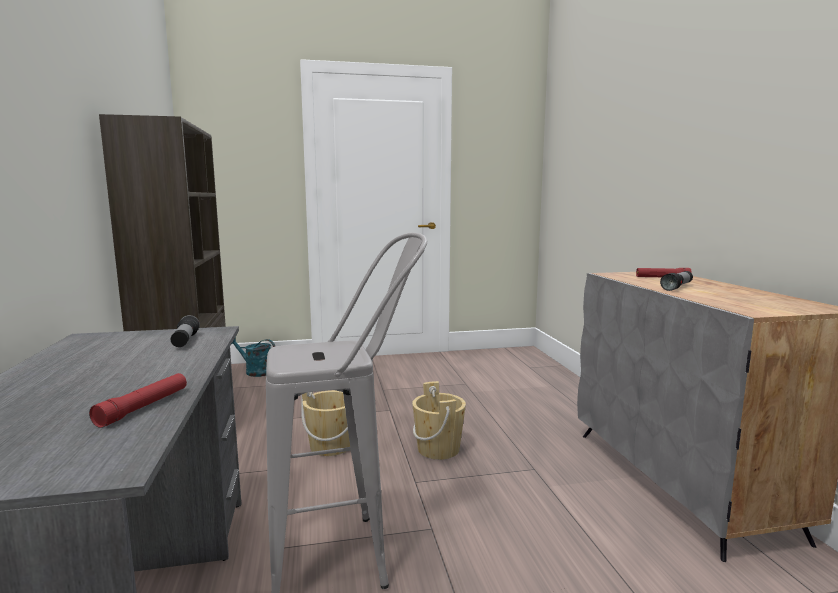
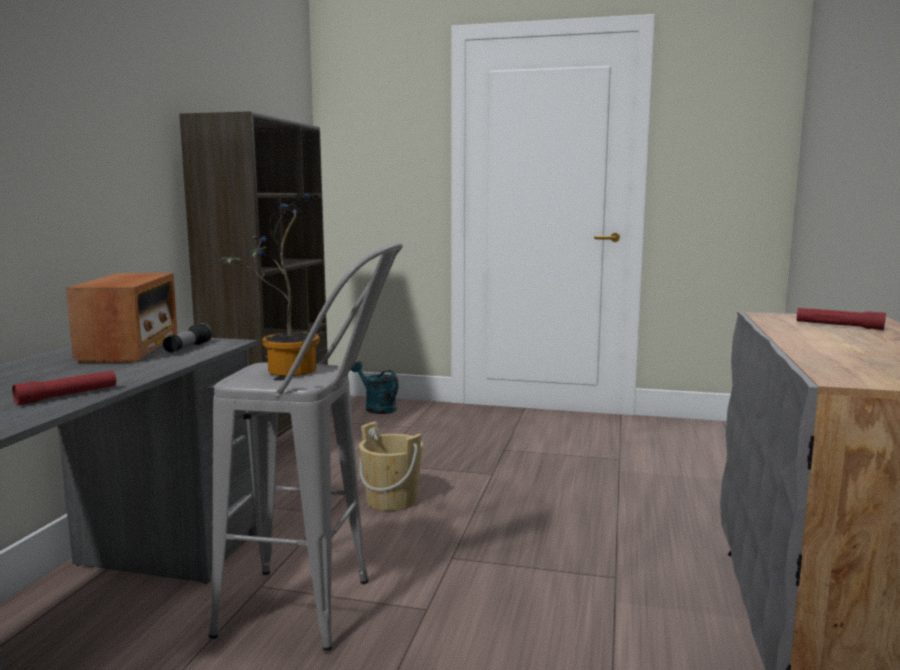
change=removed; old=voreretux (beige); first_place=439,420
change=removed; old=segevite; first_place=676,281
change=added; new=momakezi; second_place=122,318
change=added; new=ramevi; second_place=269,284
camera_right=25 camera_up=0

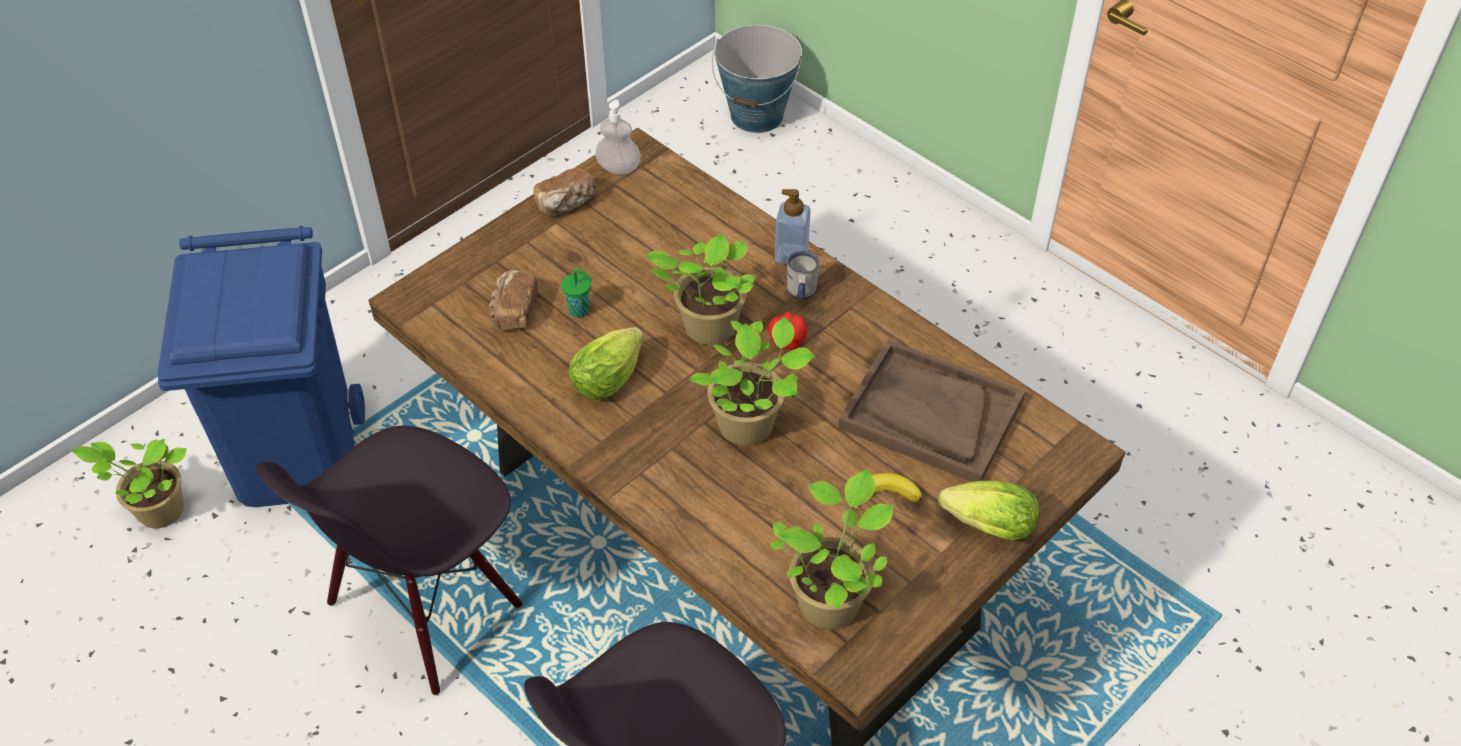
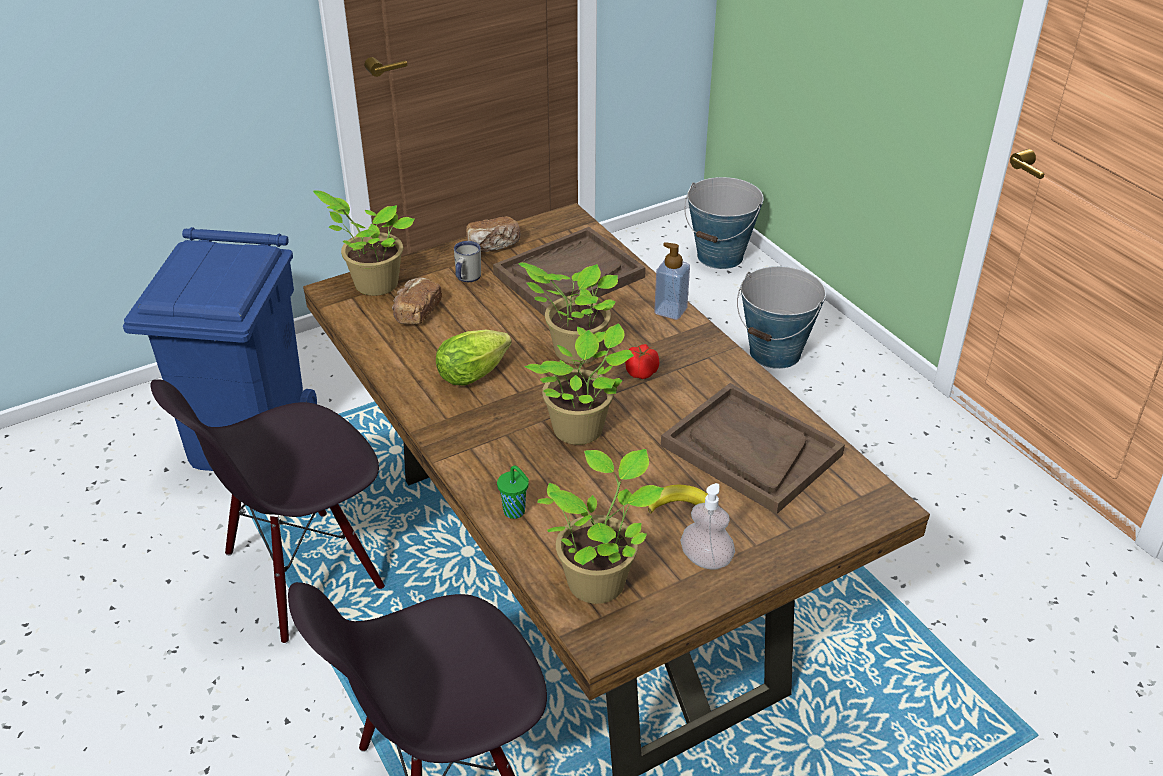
change=moved; old=ramevi; first_place=129,484; second_place=364,243
change=moved; old=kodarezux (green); first_place=577,293; second_place=513,492
change=moved; old=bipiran; first_place=618,137; second_place=707,526
change=moved; old=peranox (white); first_place=803,275; second_place=467,261
change=removed; old=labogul; first_place=988,511
change=added; new=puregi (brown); second_place=569,271
change=added; new=voreretux; second_place=781,317
camera_right=15 camera_up=-10

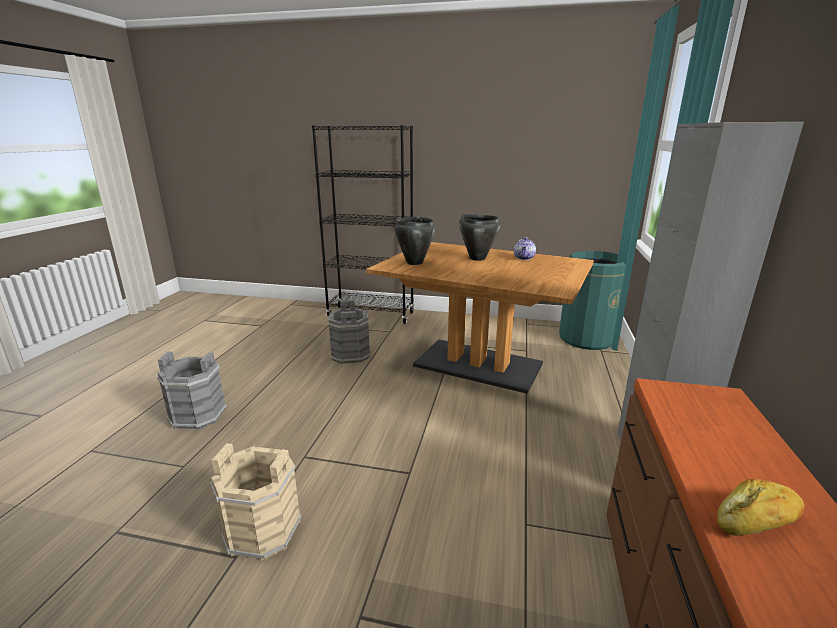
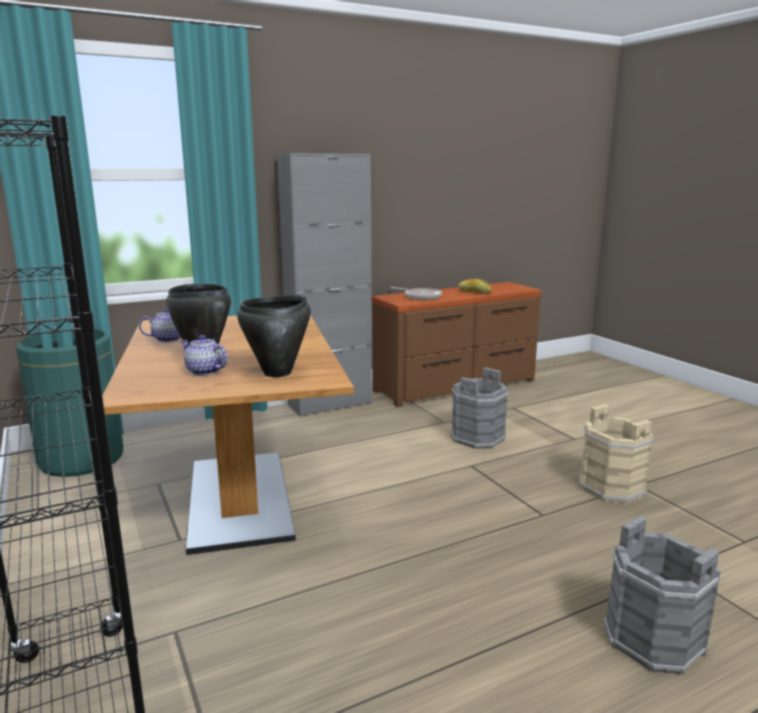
change=moved; old=voreretux (grey); first_place=349,332; second_place=479,408
change=added; new=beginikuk; second_place=204,355
change=added; new=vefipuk; second_place=416,293
camera_right=-130 camera_up=-5

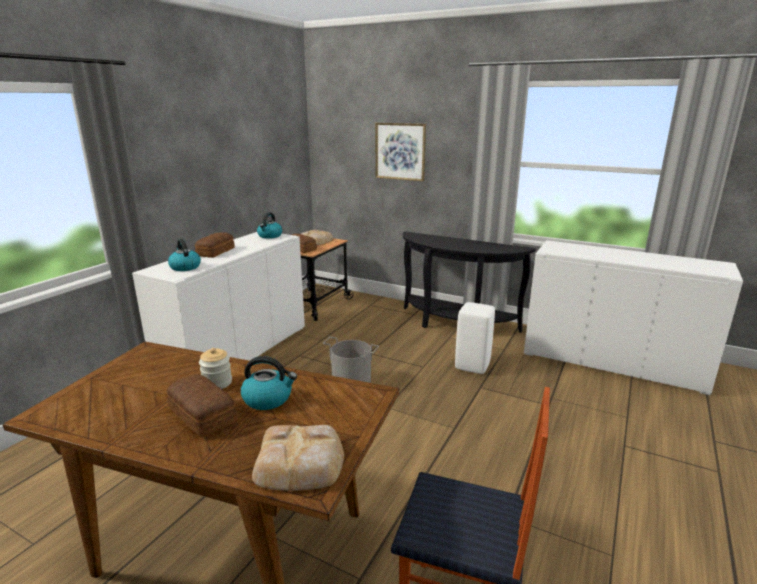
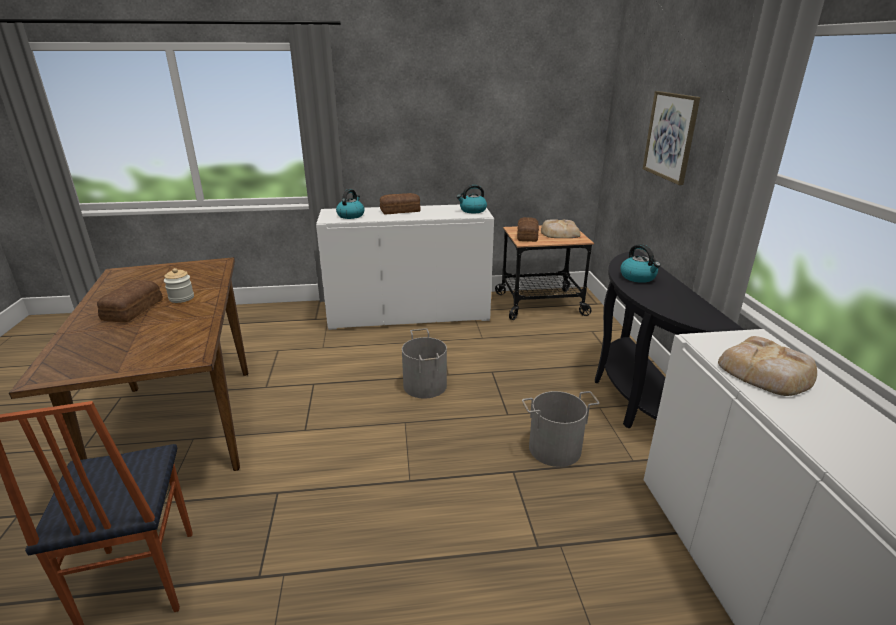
change=moved; old=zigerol; first_place=269,383; second_place=640,263
change=moved; old=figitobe; first_place=298,458; second_place=767,366
change=replaced; old=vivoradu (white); new=voreretux (grey); first_place=475,338; second_place=560,429
camera_right=55 camera_up=5

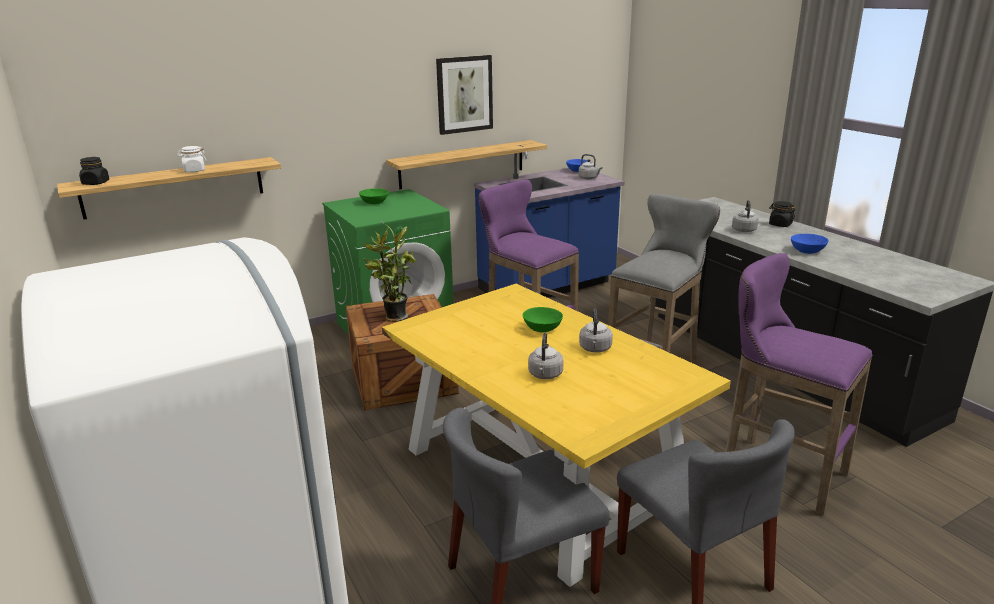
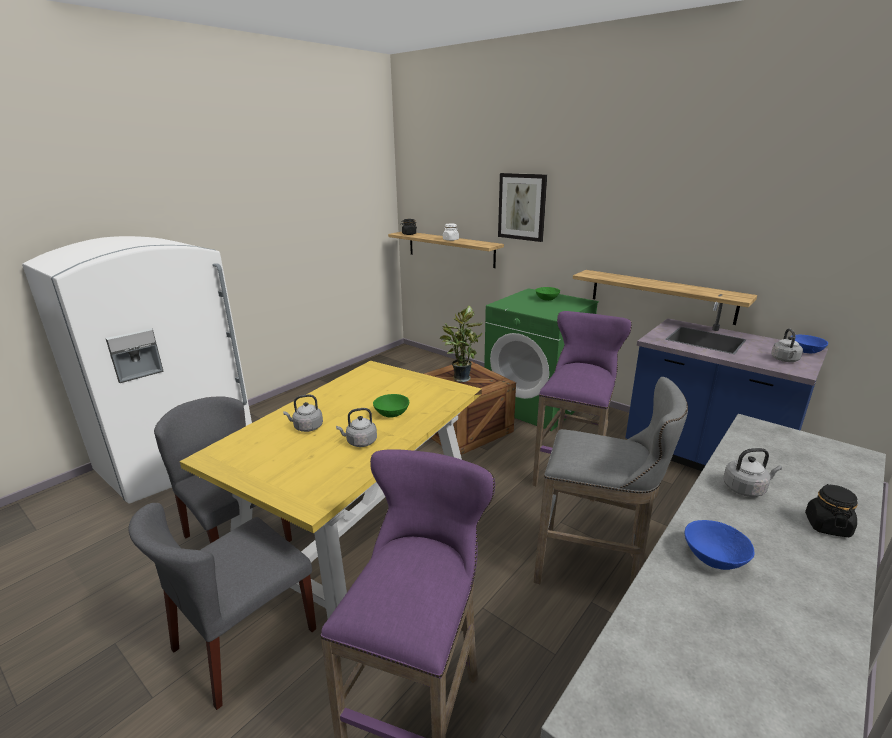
change=moved; old=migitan; first_place=464,95; second_place=522,207
camera_right=70 camera_up=0

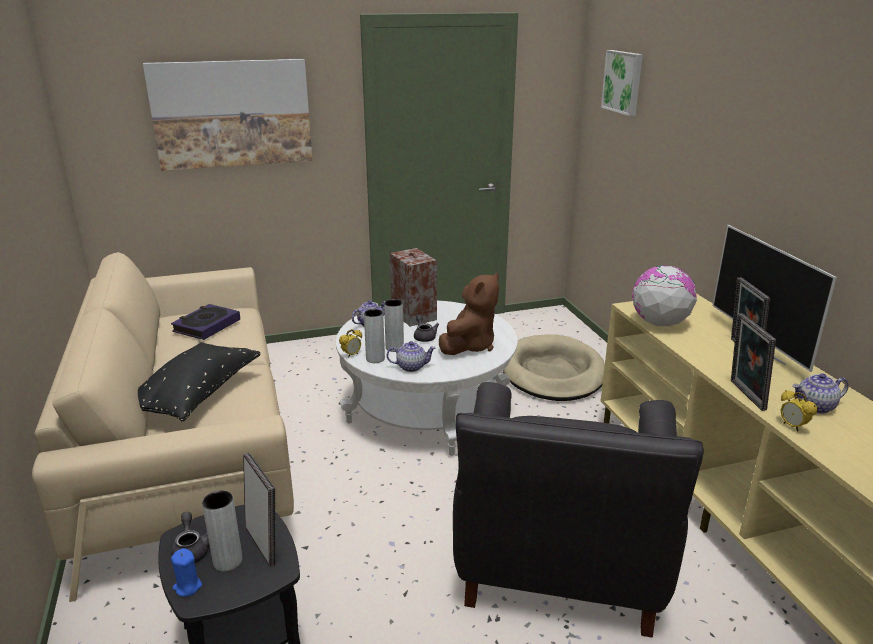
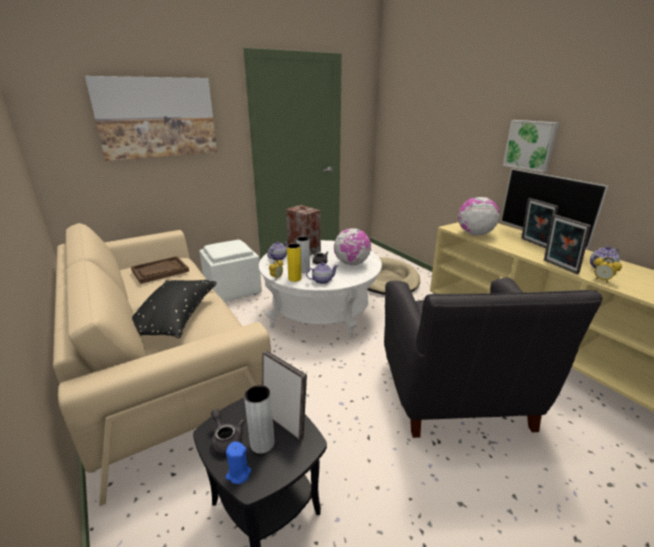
change=replaced; old=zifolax; new=puregi (brown); first_place=205,322; second_place=160,270
change=recoloured; old=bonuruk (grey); new=bonuruk (yellow); first_place=374,336; second_place=294,262
change=replaced; old=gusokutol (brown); new=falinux; first_place=469,314; second_place=352,246
change=moved; old=migitan; first_place=622,83; second_place=531,146
change=added; new=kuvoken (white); second_place=230,271
camera_right=-15 camera_up=0

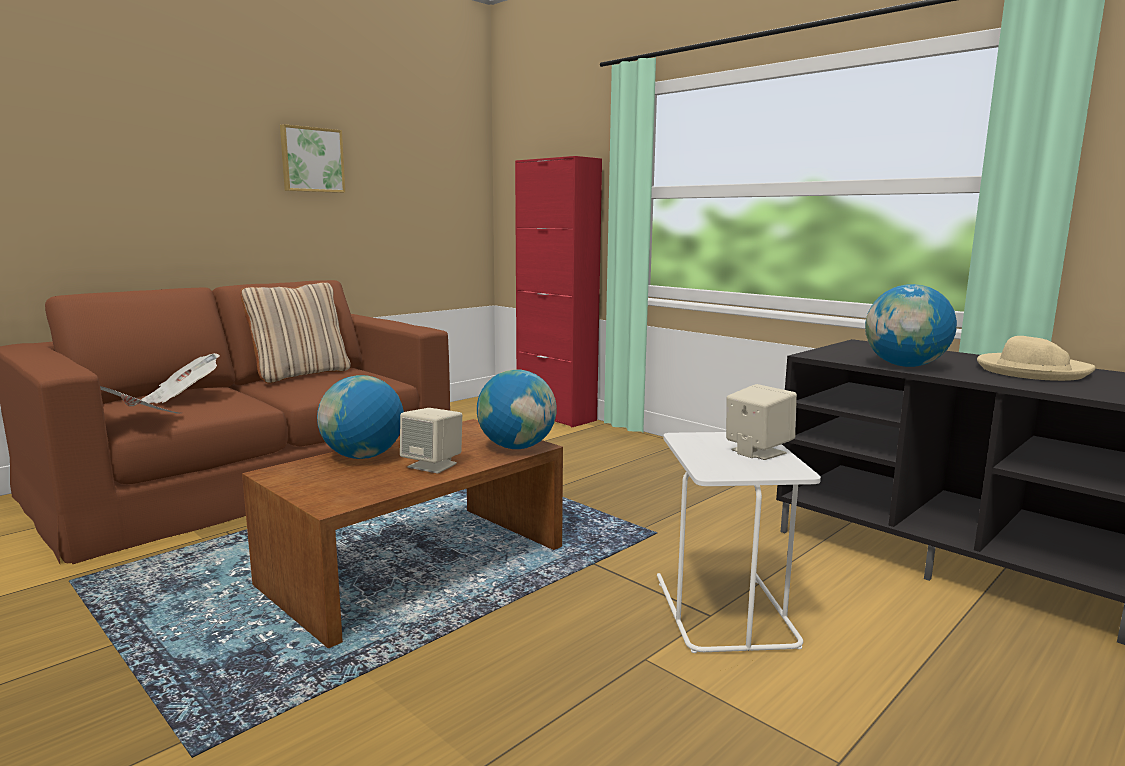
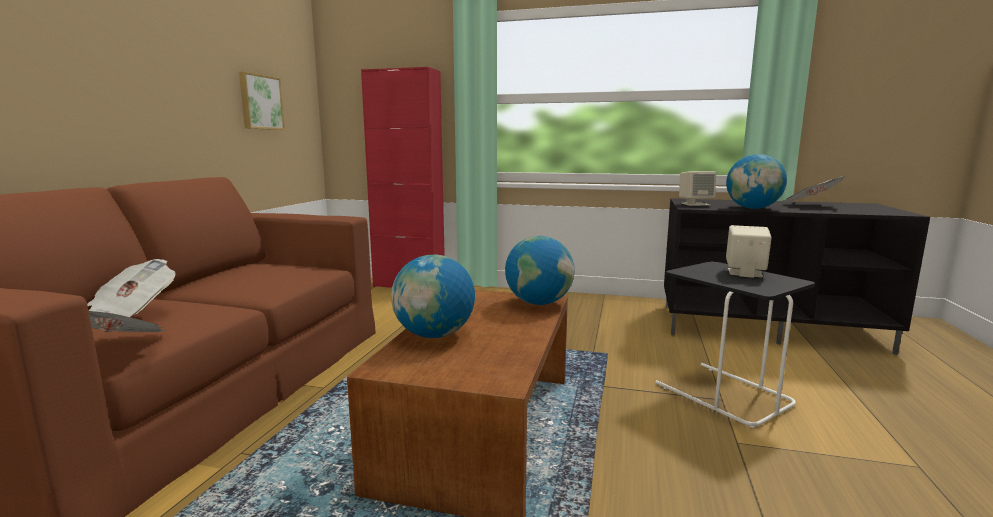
change=removed; old=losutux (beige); first_place=295,332
change=moved; old=migitan; first_place=312,158; second_place=262,101
change=moved; old=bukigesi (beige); first_place=431,441; second_place=697,188
change=recoloured; old=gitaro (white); new=gitaro (black); first_place=739,542; second_place=735,345
change=replaced; old=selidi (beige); new=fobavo; first_place=1036,358; second_place=813,189
camera_right=-30 camera_up=0

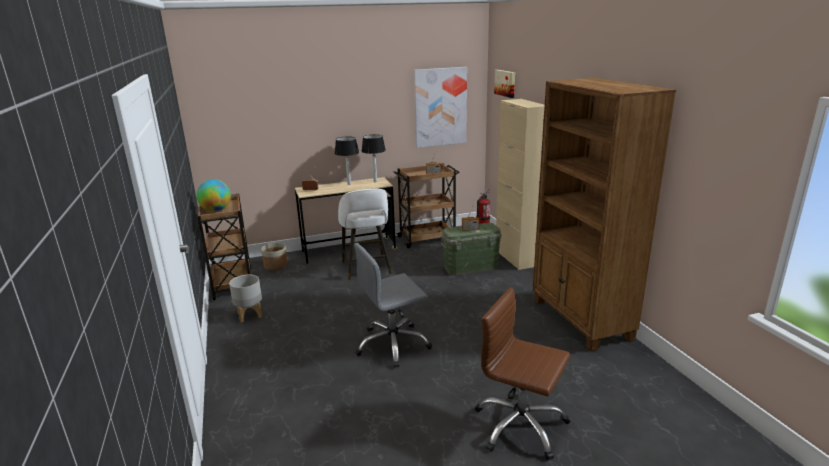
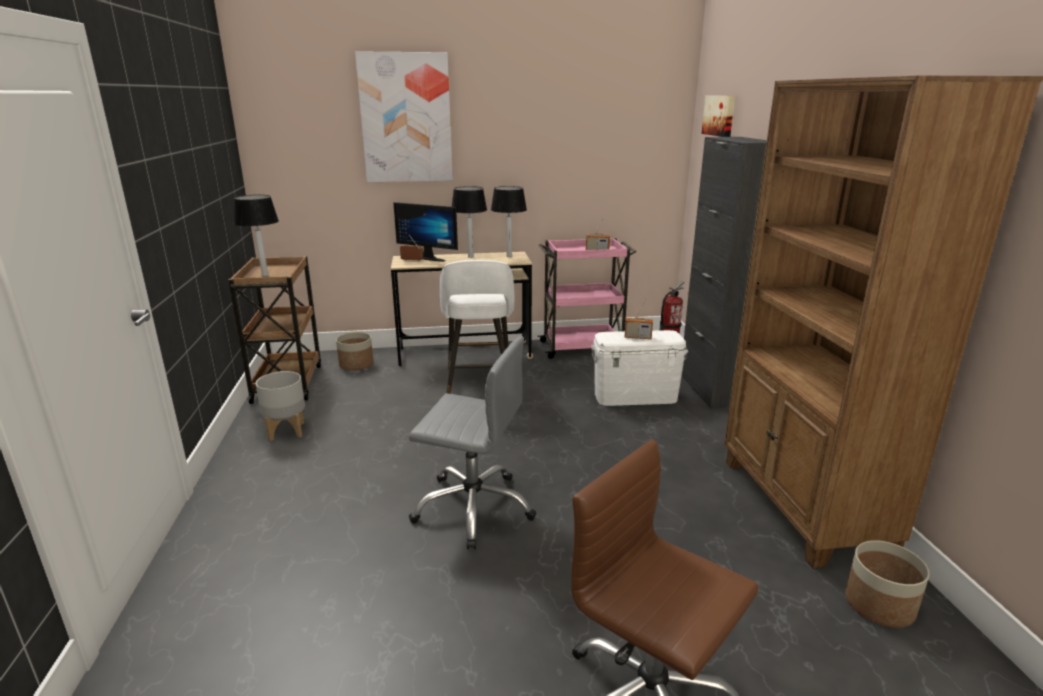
change=replaced; old=falinux; new=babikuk; first_place=213,195; second_place=256,235
change=turned; old=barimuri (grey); first_place=393,305; second_place=472,442; degrees=-150
change=recoloured; old=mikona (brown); new=mikona (pink); first_place=427,205; second_place=586,298
change=moved; old=migitan; first_place=440,107; second_place=404,116
change=recoloured; old=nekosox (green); new=nekosox (white); first_place=471,249; second_place=639,368
change=recoloured; old=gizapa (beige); new=gizapa (black); first_place=520,184; second_place=724,273
change=added; new=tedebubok; second_place=425,232
change=added; new=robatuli; second_place=887,584
camera_right=10 camera_up=0

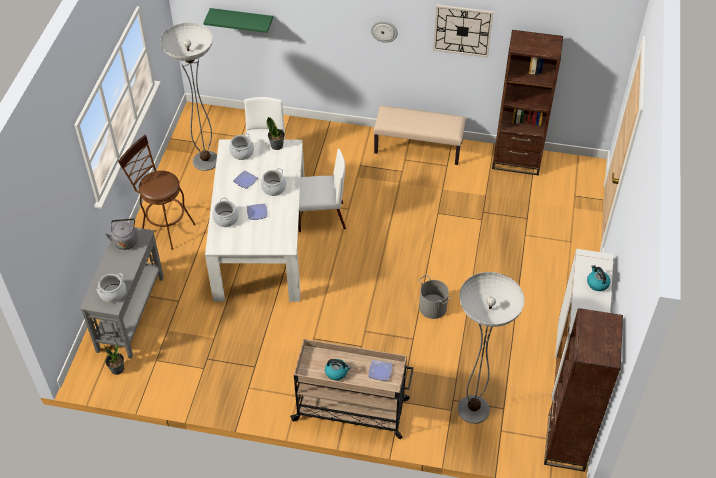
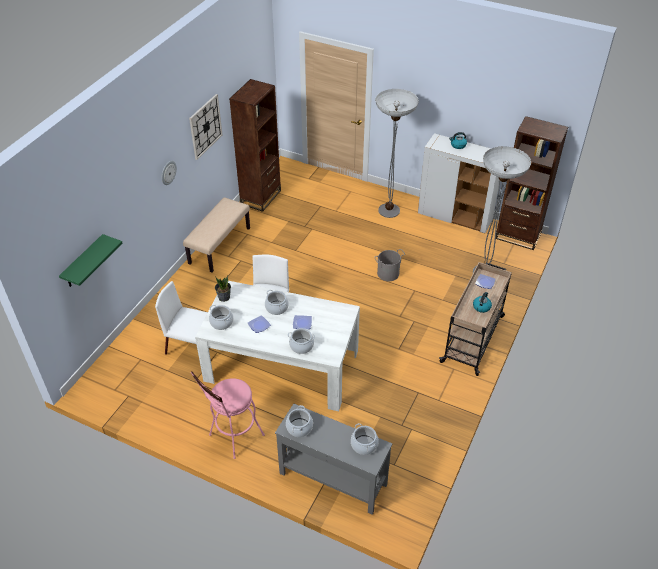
change=removed; old=ramevi; first_place=114,358
change=replaced; old=zigerol (grey); new=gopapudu; first_place=121,234; second_place=299,421
change=recoloured; old=vivoradu (brown); new=vivoradu (pink); first_place=156,192; second_place=228,415
change=moved; old=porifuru; first_place=188,97; second_place=397,153
camera_right=-75 camera_up=-5

